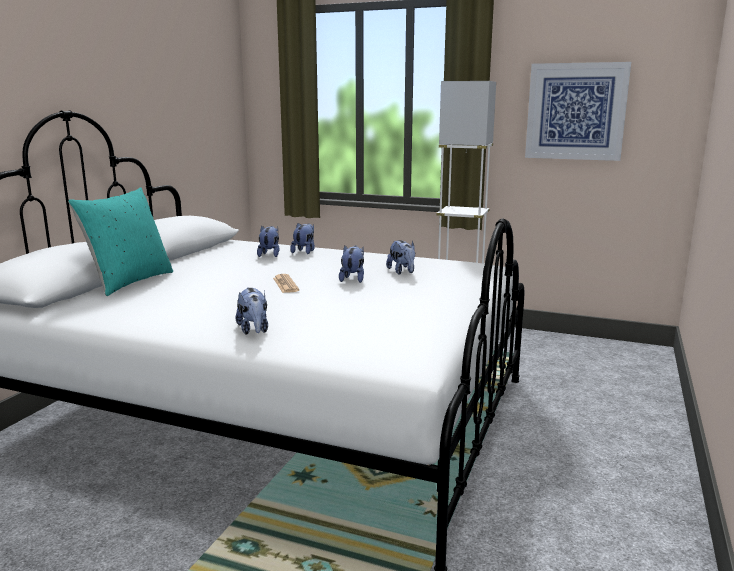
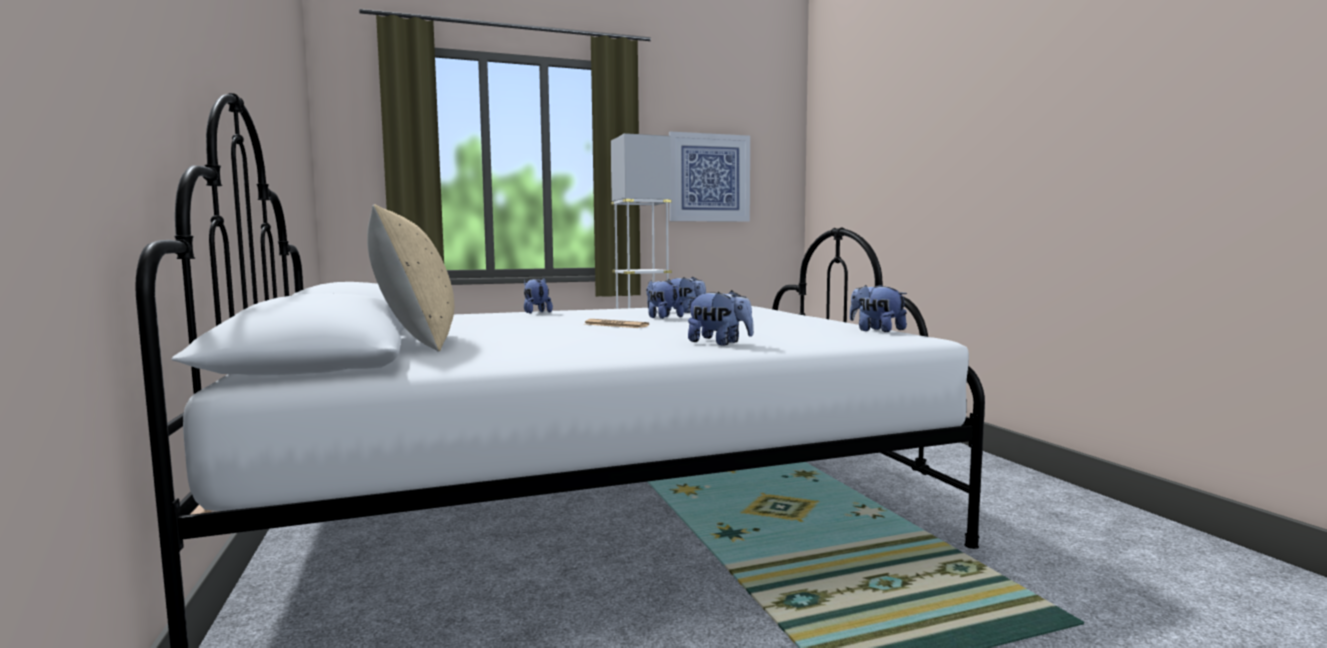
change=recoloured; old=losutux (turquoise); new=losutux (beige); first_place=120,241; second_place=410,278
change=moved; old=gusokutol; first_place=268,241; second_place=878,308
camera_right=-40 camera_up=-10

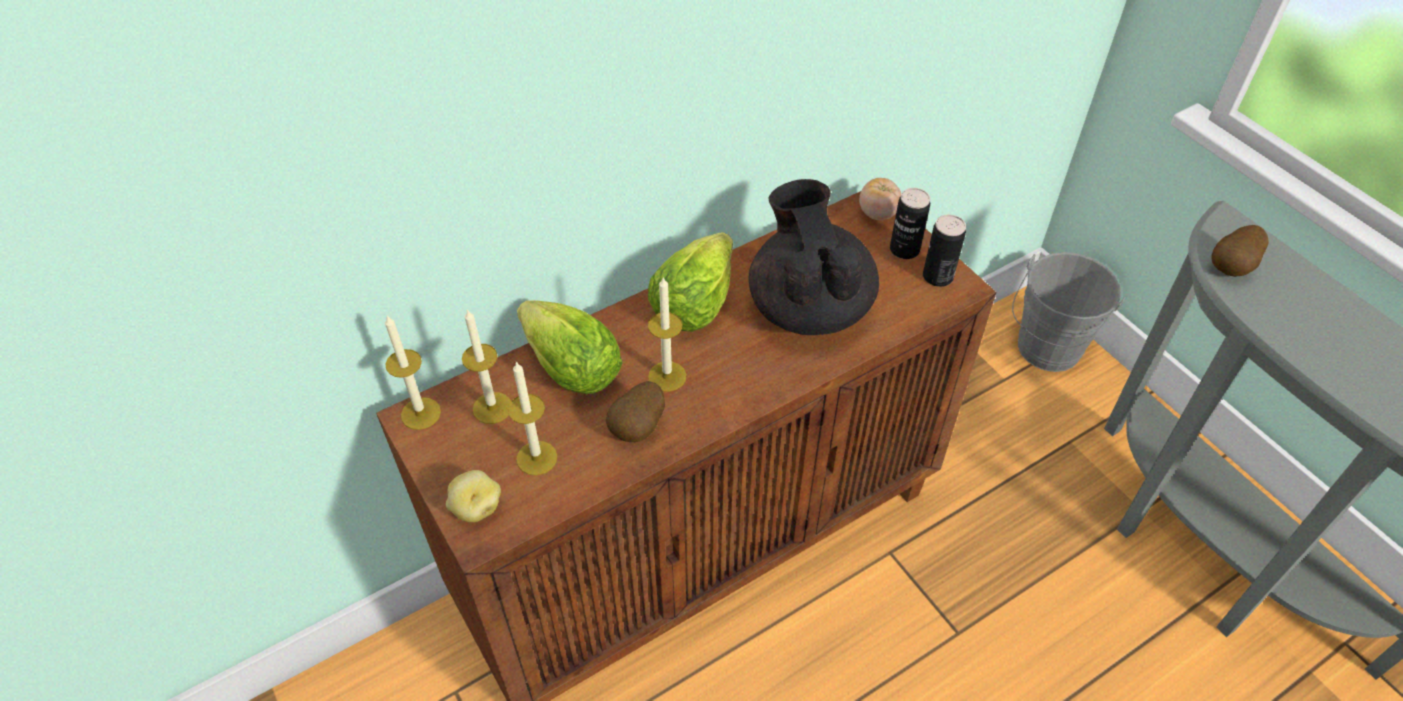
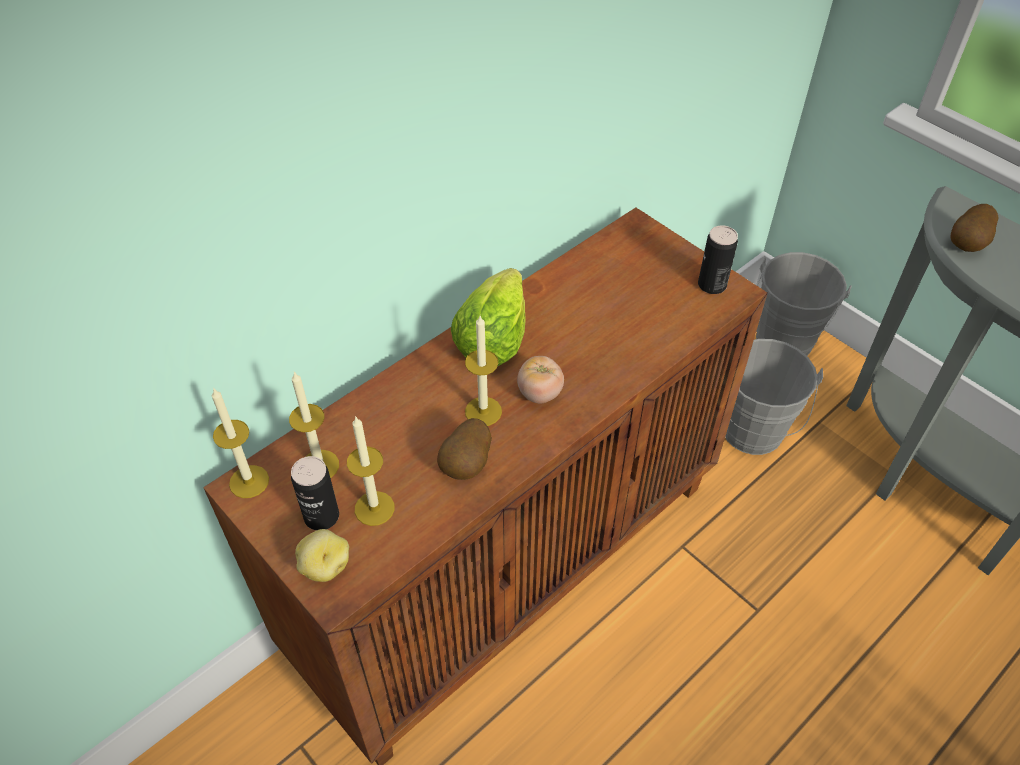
change=removed; old=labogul; first_place=569,347
change=removed; old=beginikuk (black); first_place=813,257
change=moved; old=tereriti; first_place=880,199; second_place=540,379
change=moved; old=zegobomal; first_place=910,223; second_place=315,493
change=added; new=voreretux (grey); second_place=774,397
camera_right=-10 camera_up=0

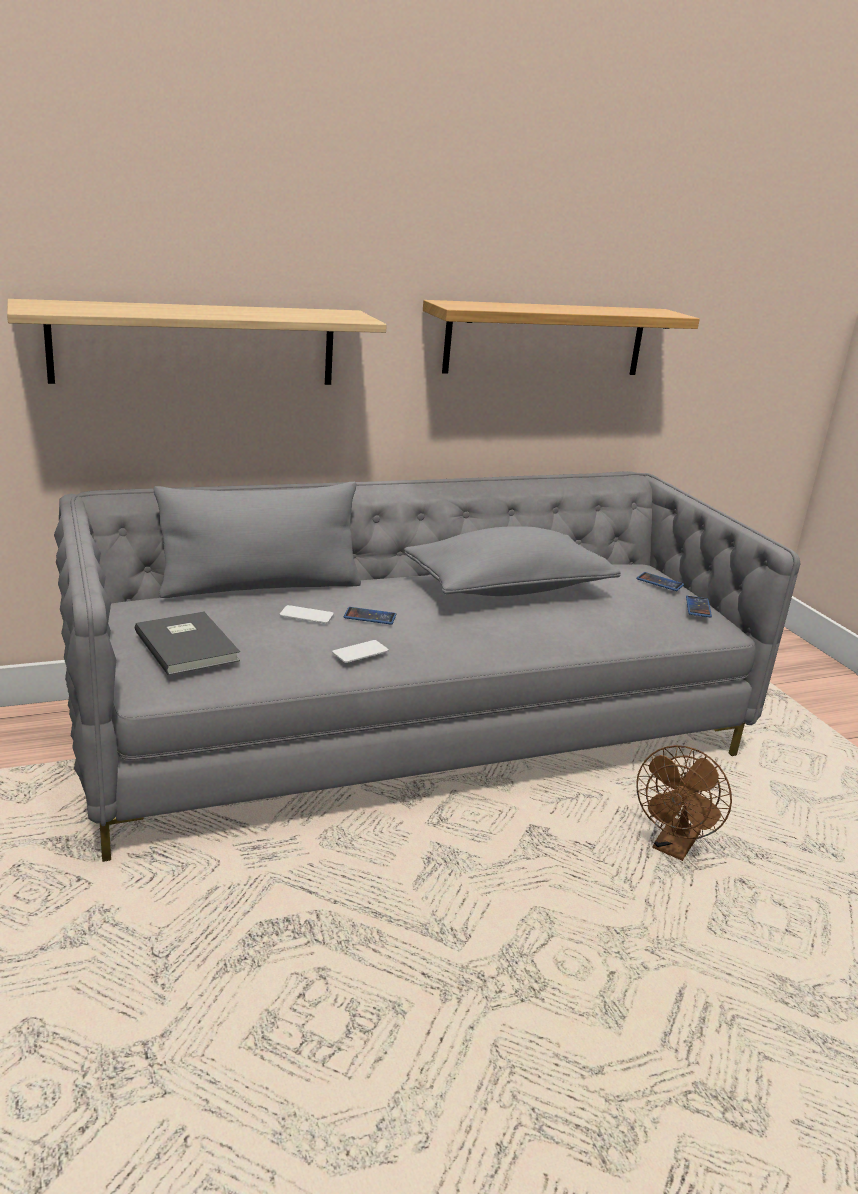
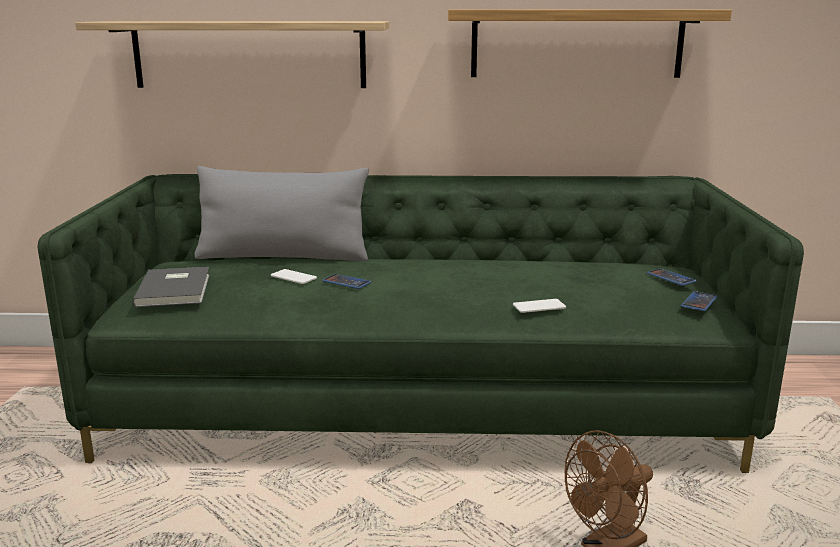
change=recoloured; old=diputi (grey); new=diputi (green); first_place=427,666; second_place=420,323
change=moved; old=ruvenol; first_place=360,651; second_place=539,306
change=removed; old=losutux (grey); first_place=512,561
camera_right=25 camera_up=-5

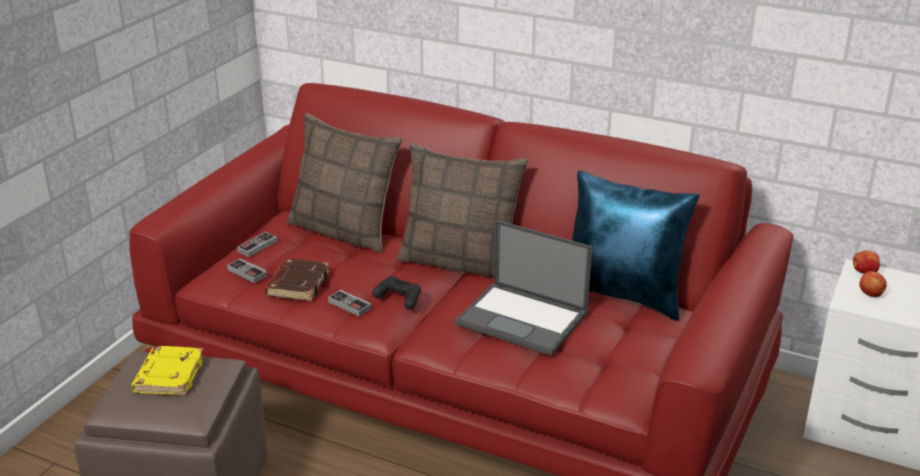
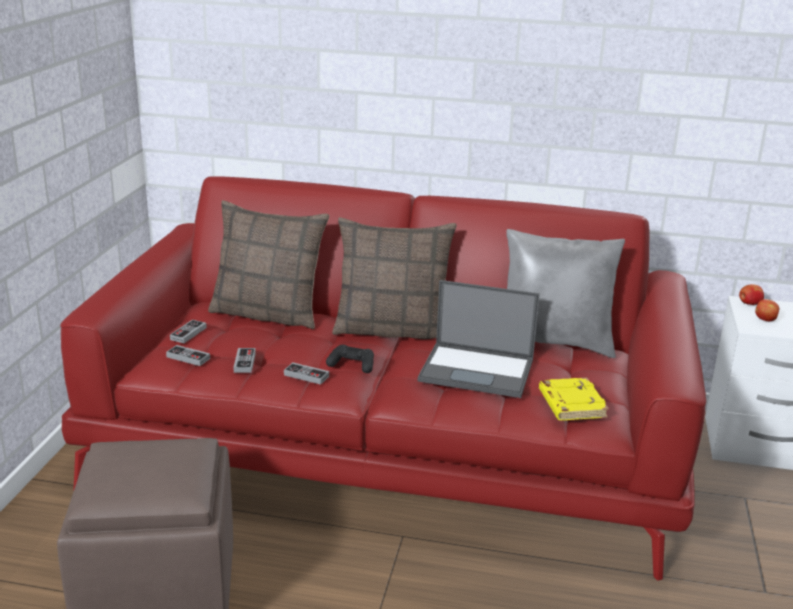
change=moved; old=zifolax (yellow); first_place=168,371; second_place=574,399
change=replaced; old=zifolax (brown); new=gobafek; first_place=297,280; second_place=244,360
change=recoloured; old=losutux (blue); new=losutux (grey); first_place=636,245; second_place=565,293
camera_right=-15 camera_up=-5

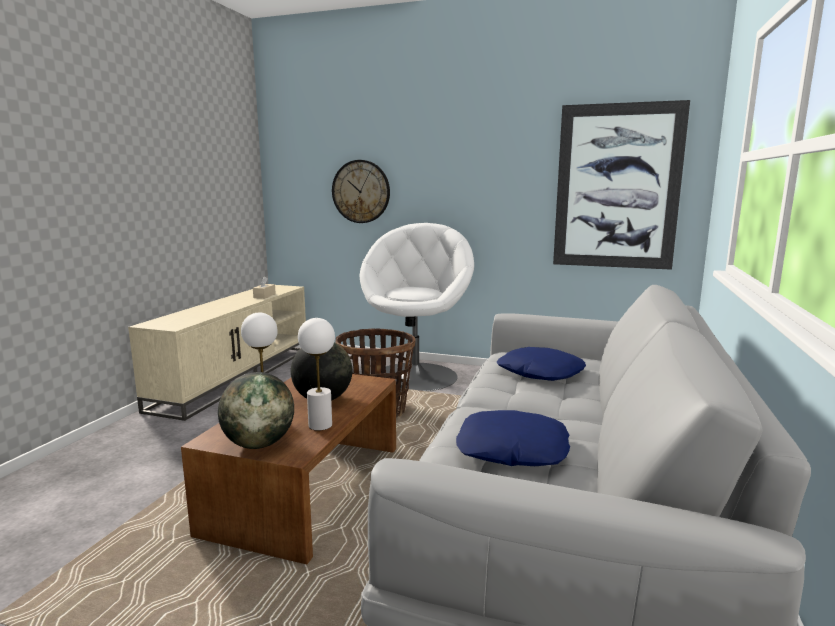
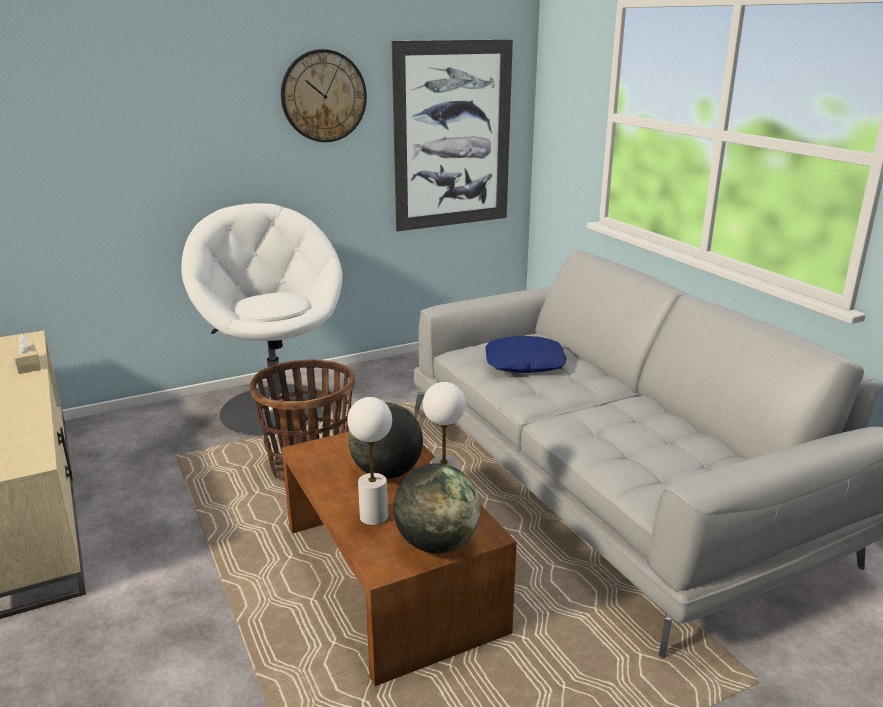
change=moved; old=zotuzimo; first_place=361,191; second_place=324,95
change=removed; old=losutux (blue); first_place=513,438
camera_right=-45 camera_up=10

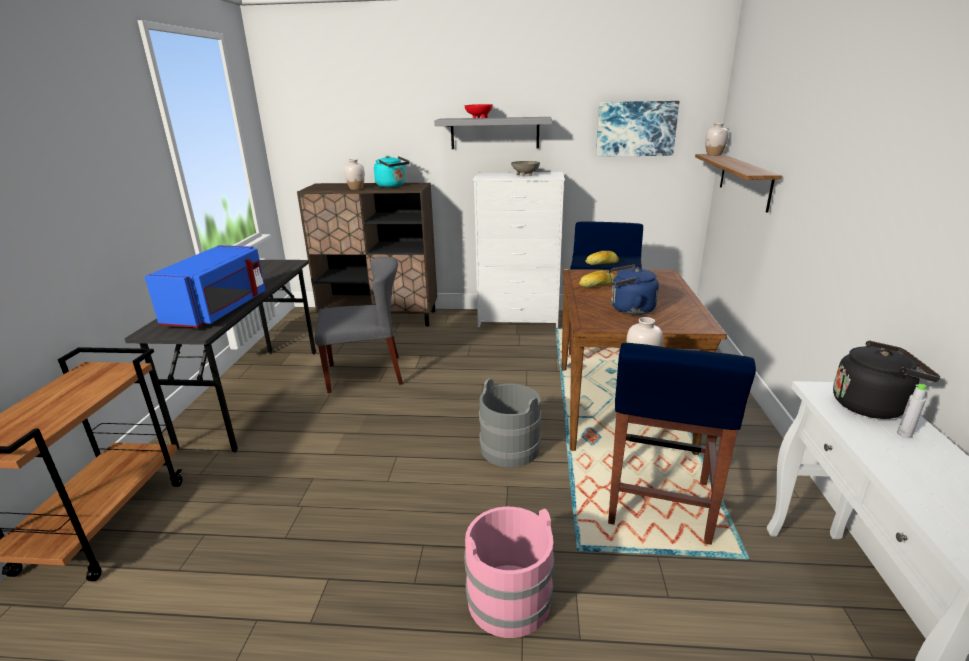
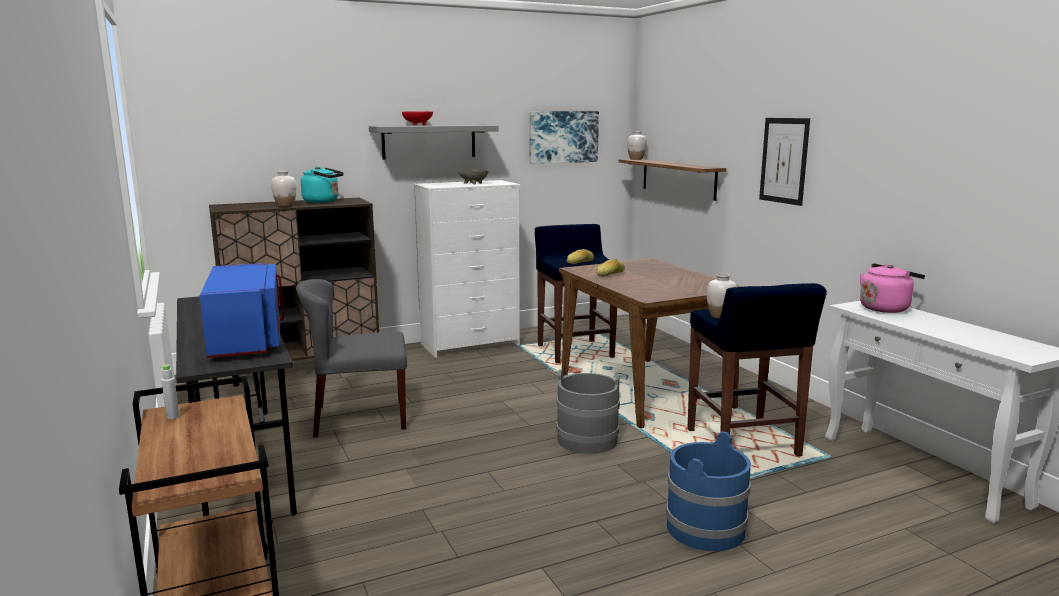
change=turned; old=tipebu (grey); first_place=359,325; second_place=351,358; degrees=-150
change=recoloured; old=voreretux (pink); new=voreretux (blue); first_place=509,572; second_place=708,491
change=removed; old=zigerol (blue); first_place=634,290
change=recoloured; old=zigerol (black); new=zigerol (pink); first_place=886,380; second_place=892,288
change=moved; old=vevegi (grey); first_place=912,411; second_place=169,392
change=added; new=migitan; second_place=784,162
camera_right=-30 camera_up=-10

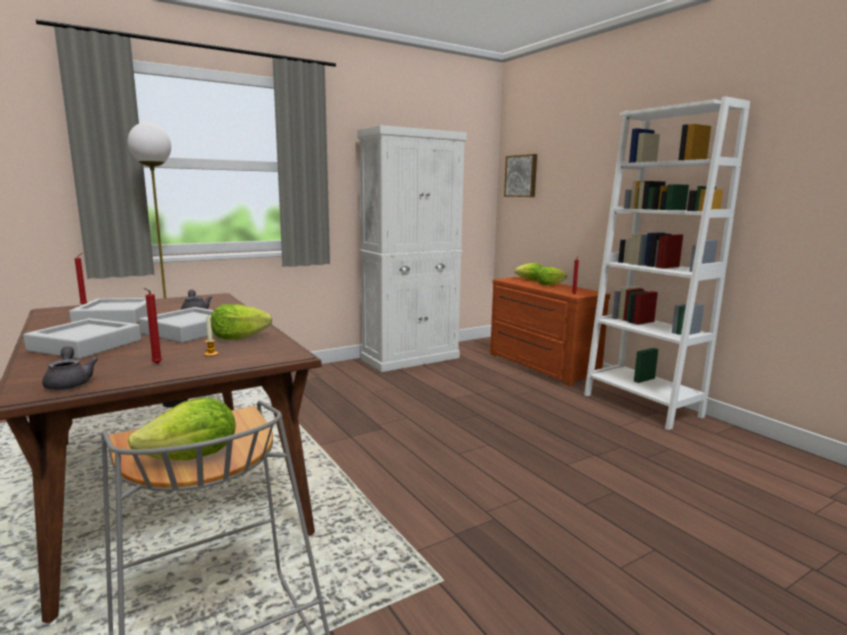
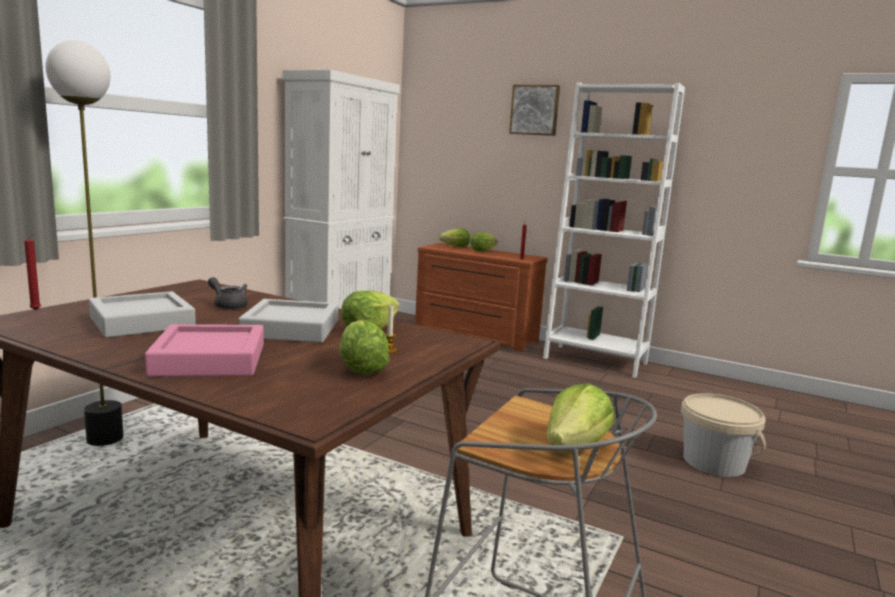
change=recoloured; old=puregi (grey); new=puregi (pink); first_place=82,338; second_place=204,350
change=removed; old=beginikuk (grey); first_place=70,368
change=replaced; old=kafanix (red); new=labogul; first_place=153,326; second_place=364,347
change=moved; old=migitan; first_place=520,175; second_place=534,110
change=added; new=voreretux (beige); second_place=723,435
camera_right=-30 camera_up=0

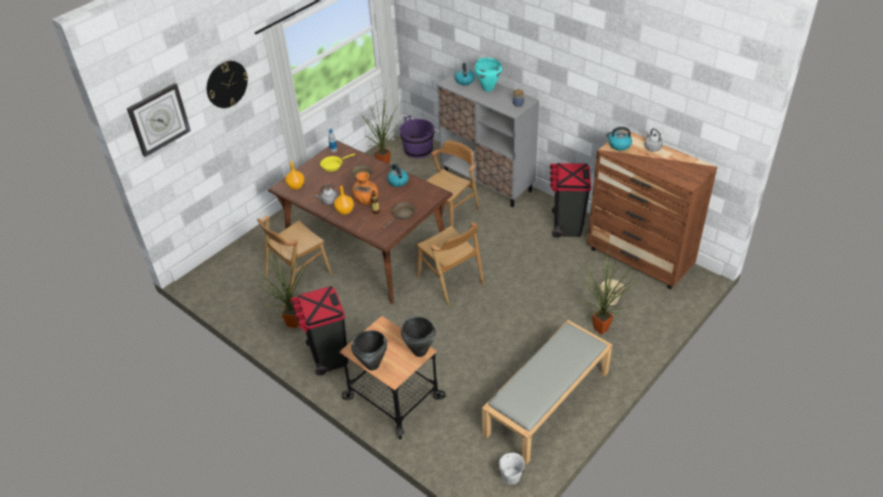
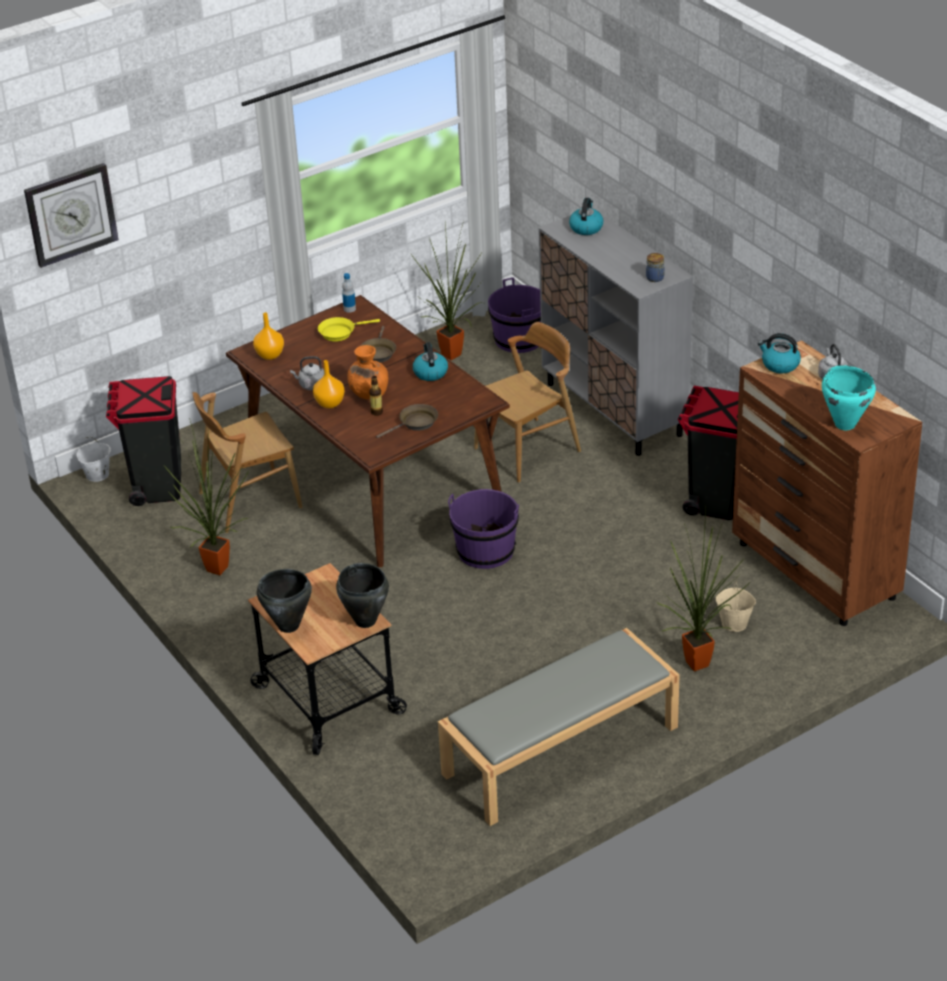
change=removed; old=zotuzimo; first_place=227,84
change=moved; old=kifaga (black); first_place=319,330; second_place=143,441
change=replaced; old=tipebu (brown); new=voreretux (purple); first_place=450,264; second_place=483,529
change=moved; old=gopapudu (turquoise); first_place=488,75; second_place=849,397
change=moved; old=voreretux (white); first_place=512,468; second_place=94,459
camera_right=15 camera_up=-5

